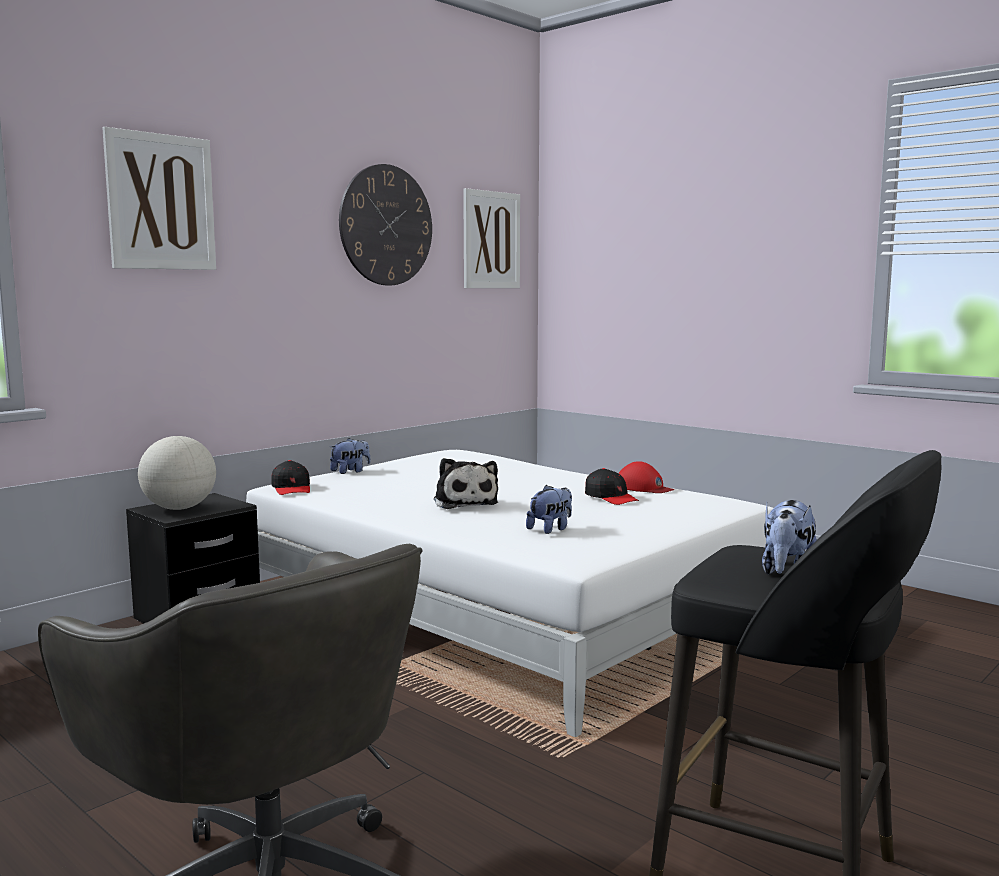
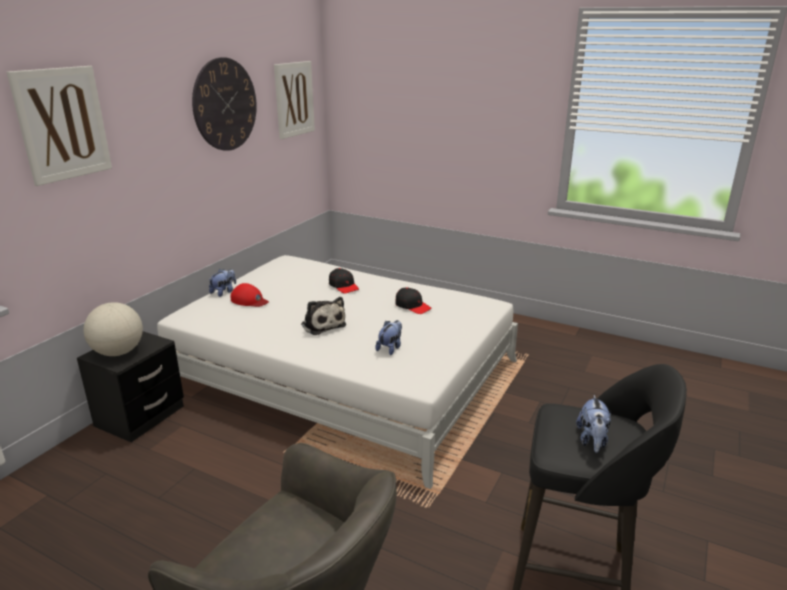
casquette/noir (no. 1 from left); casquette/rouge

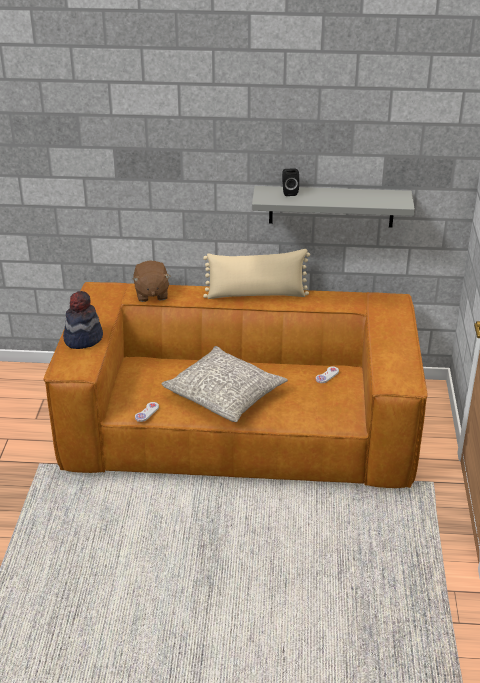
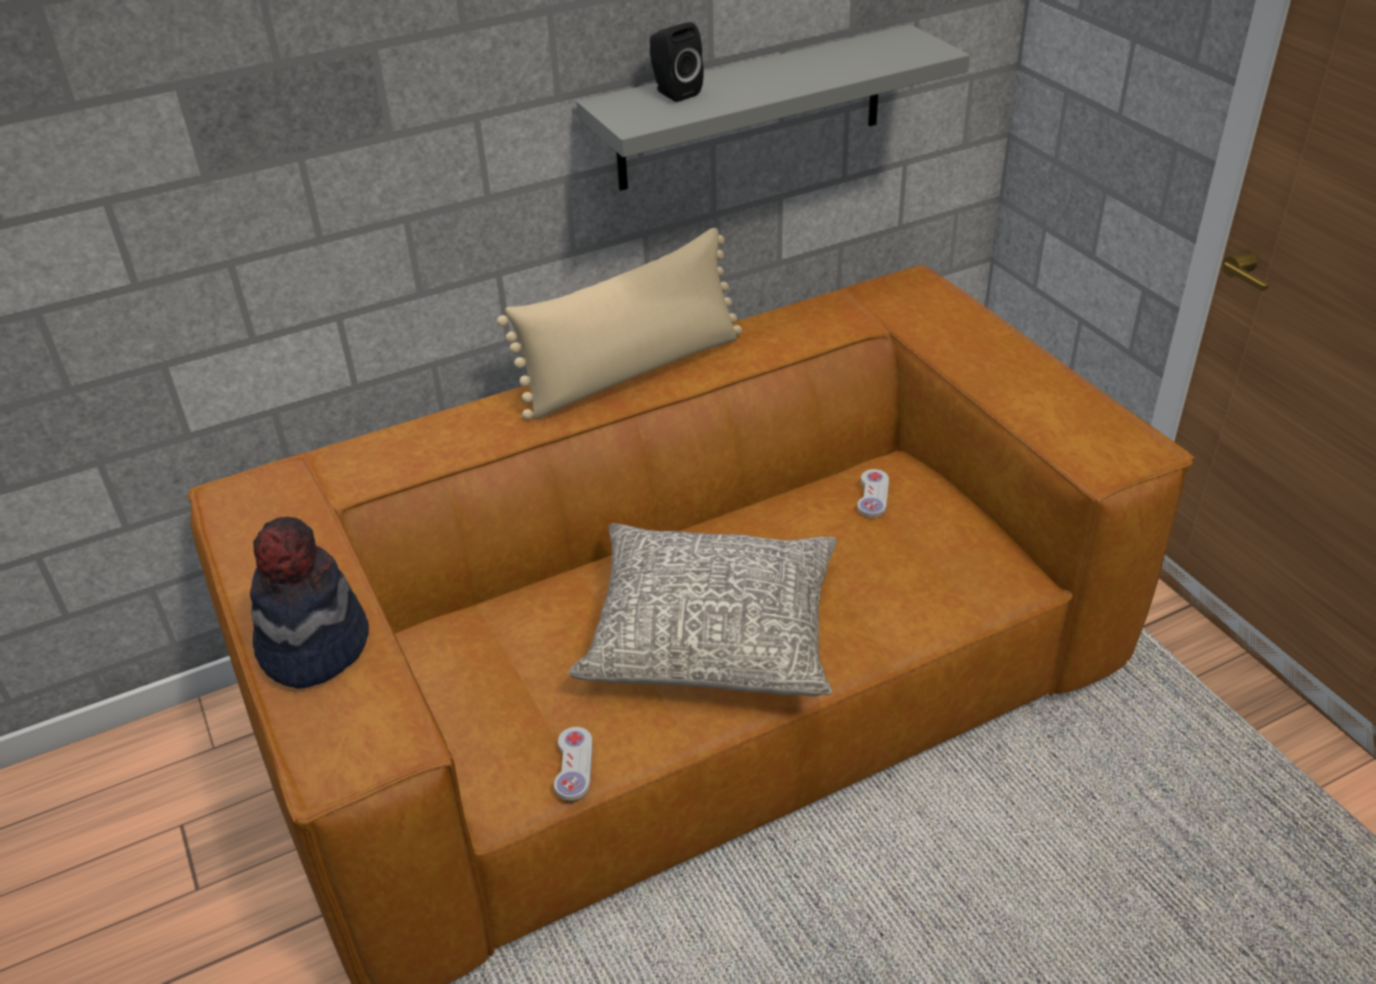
peluche/marron

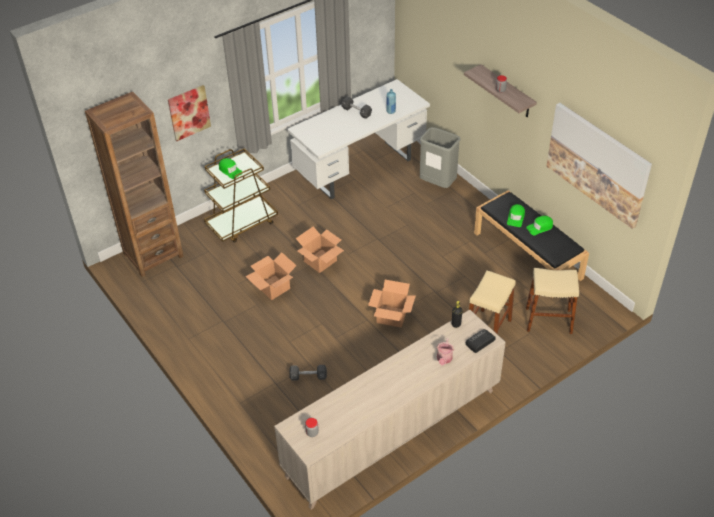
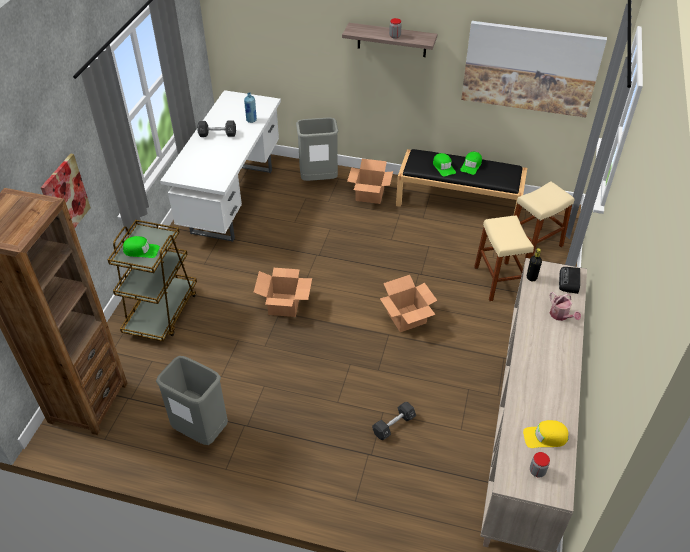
carton (no. 2 from left); poubelle/gris (no. 1 from left); casquette/jaune

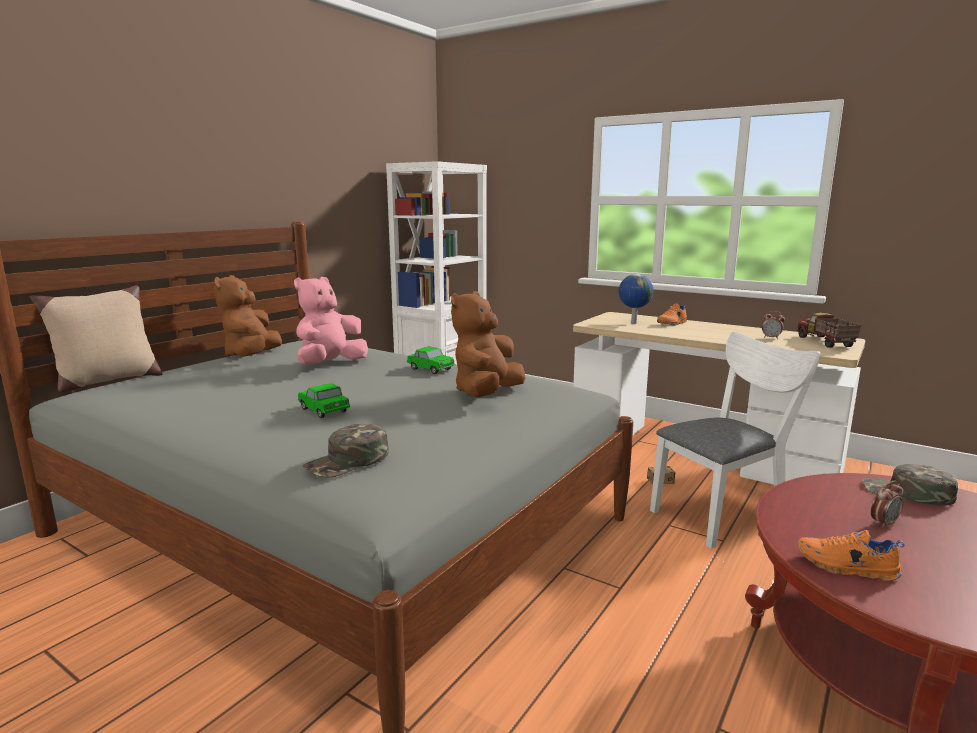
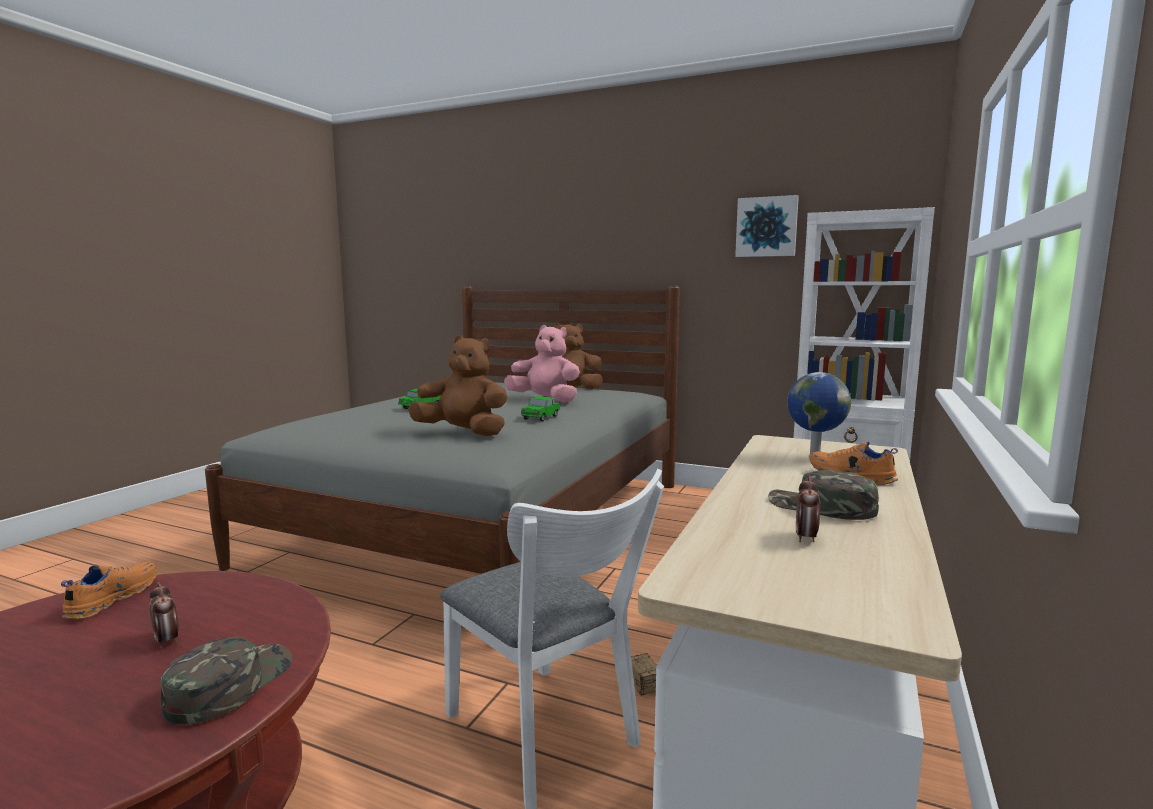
coussin/beige; casquette/vert (no. 2 from left); camion jouet; tableau

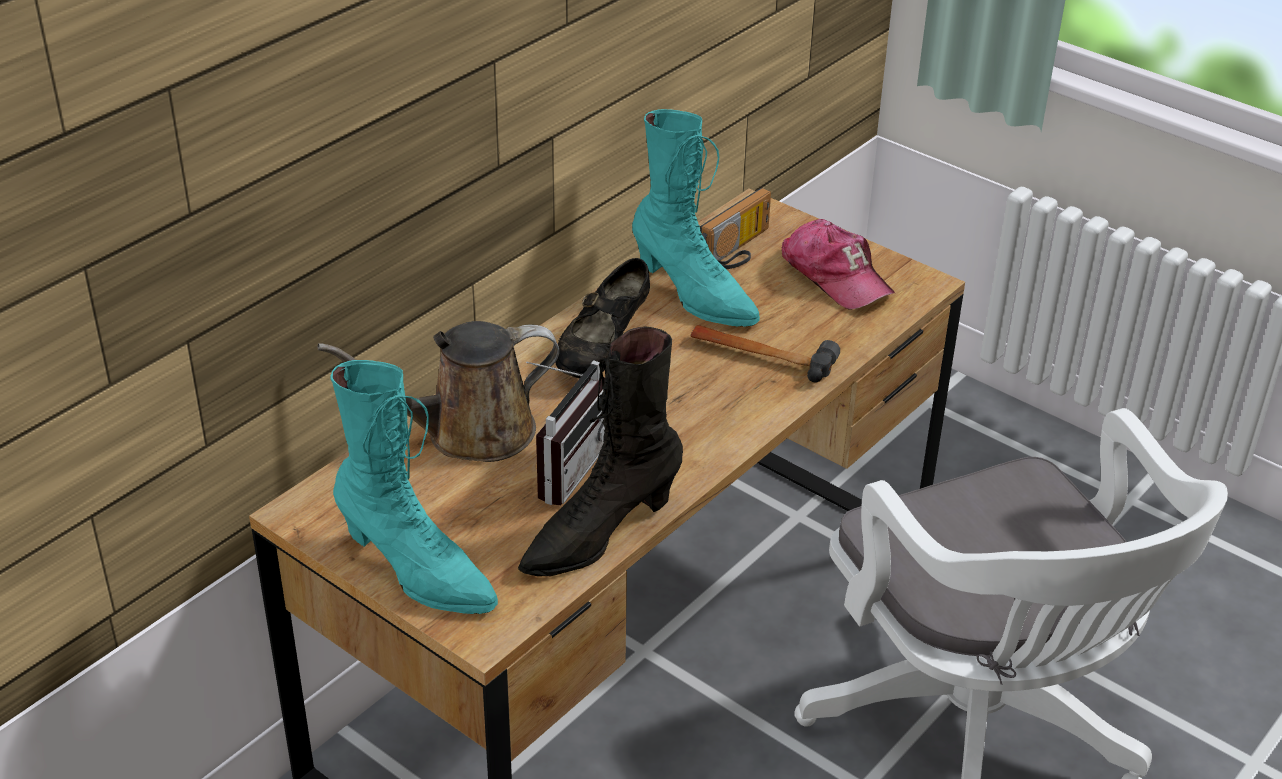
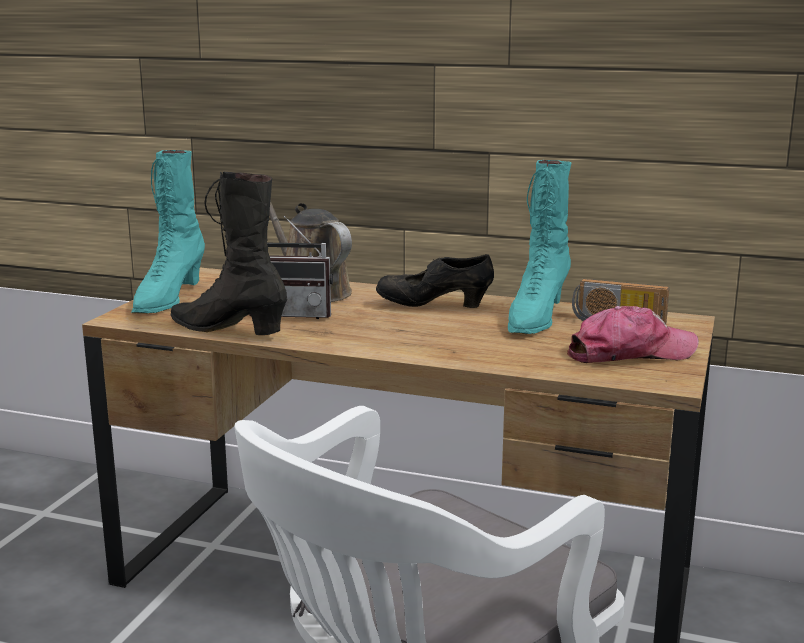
marteau; casquette

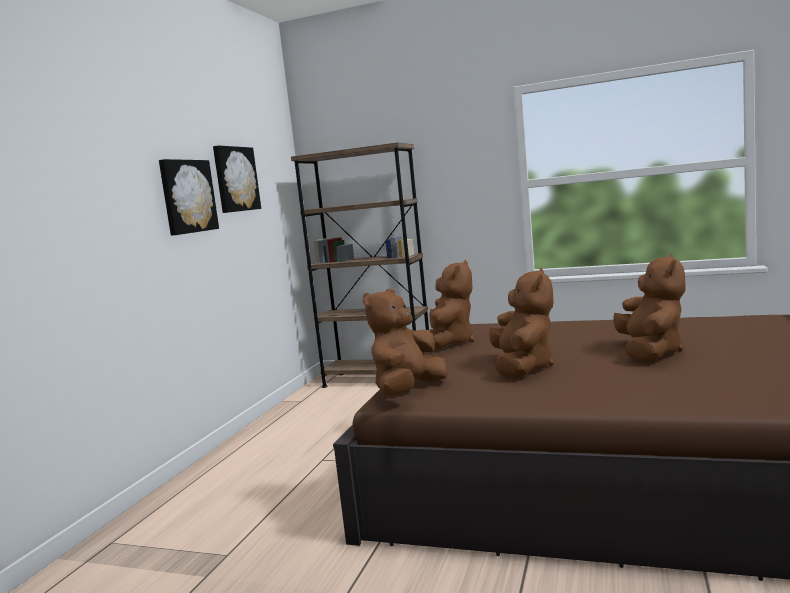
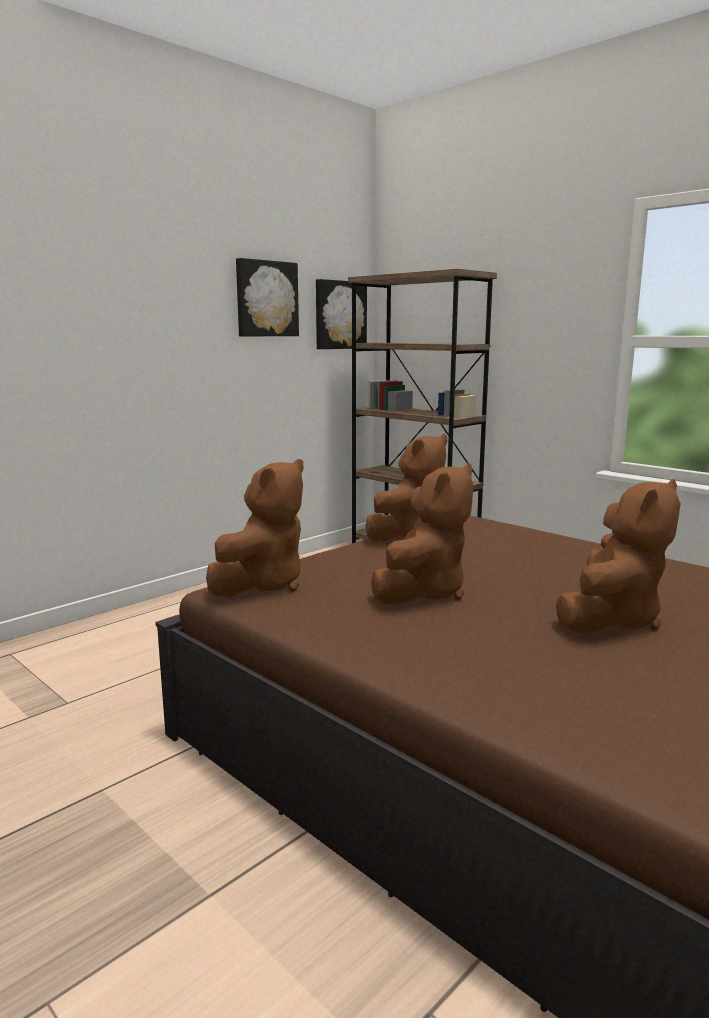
tableau (no. 2 from left); peluche/marron (no. 1 from left)

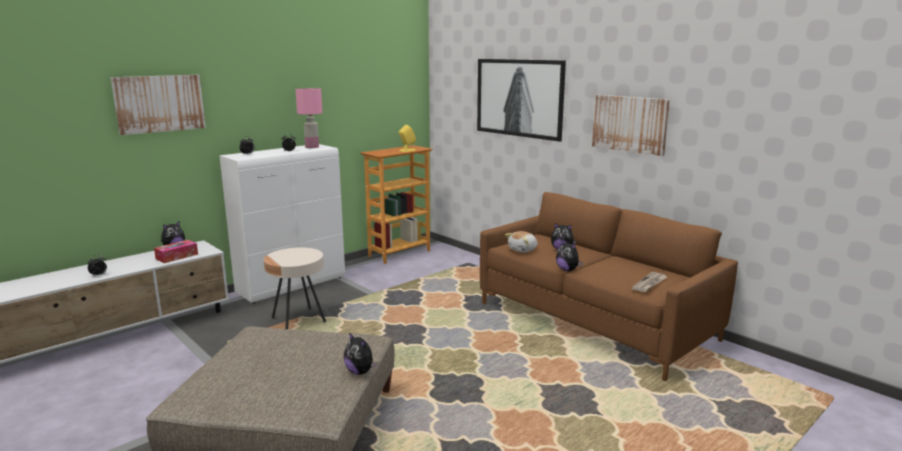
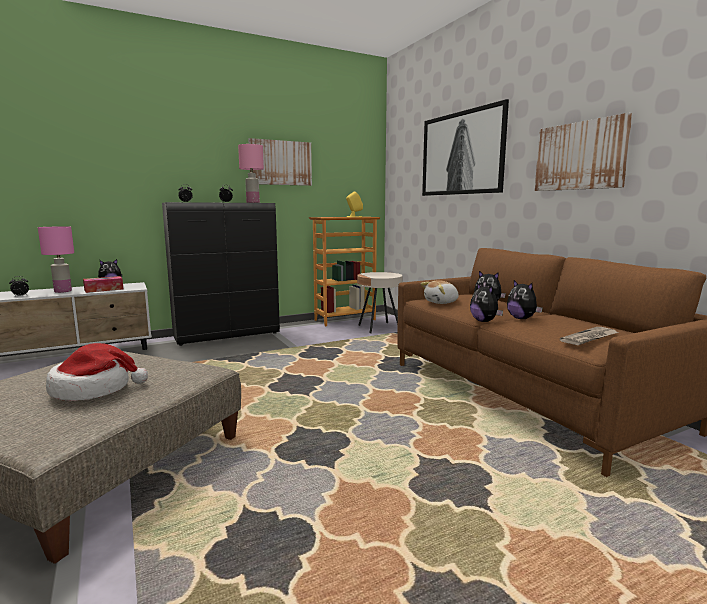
tableau (no. 1 from left); meuble de rangement/noir; table d'appoint/beige; peluche (no. 5 from left); lampe de table/rose (no. 1 from left); chapeau

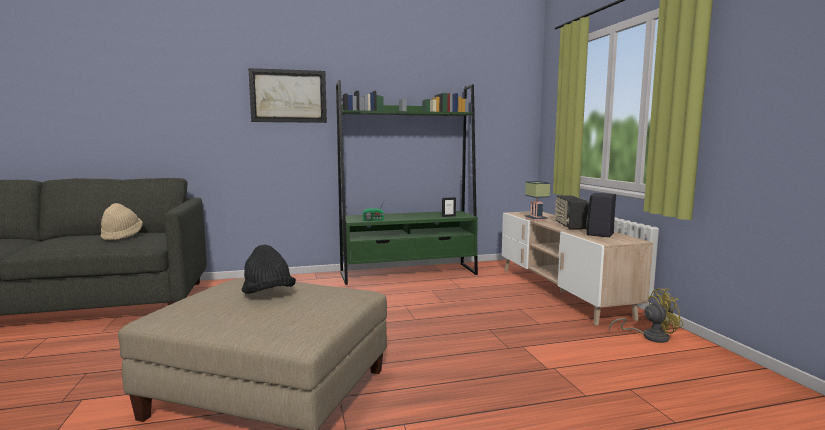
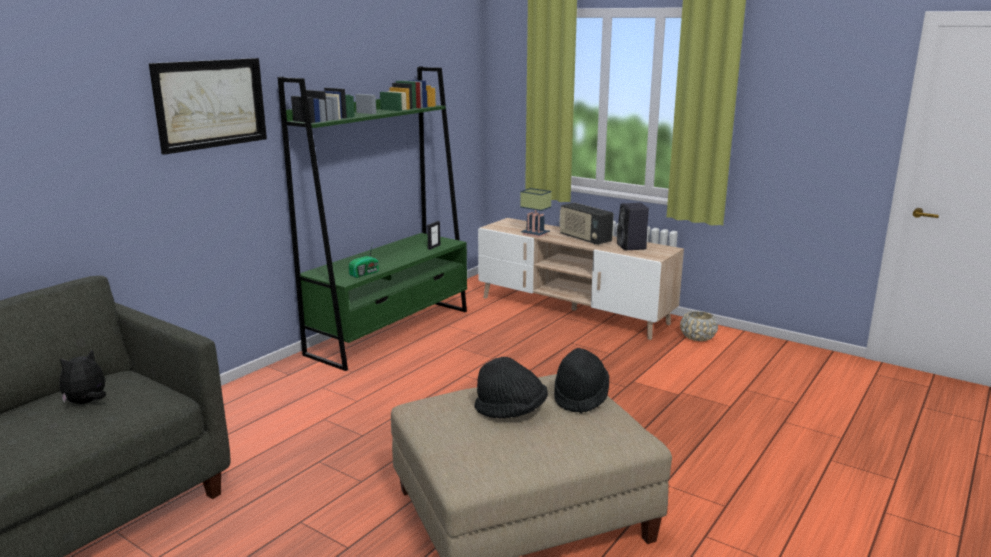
peluche; cache-pot/beige; chapeau/noir (no. 2 from left)

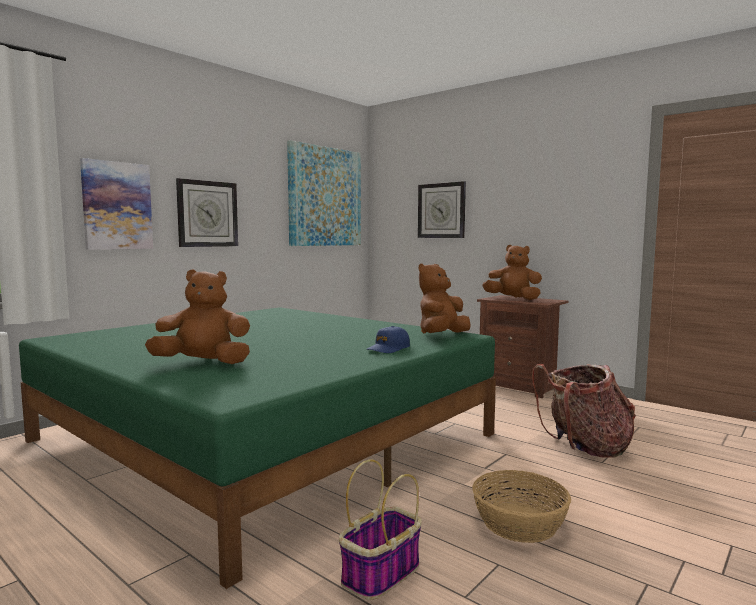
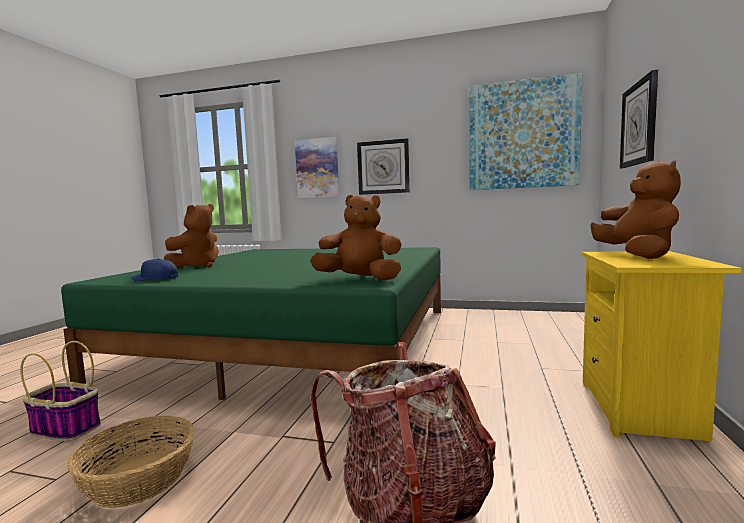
peluche/marron (no. 1 from left); casquette/bleu; table de chevet/jaune

